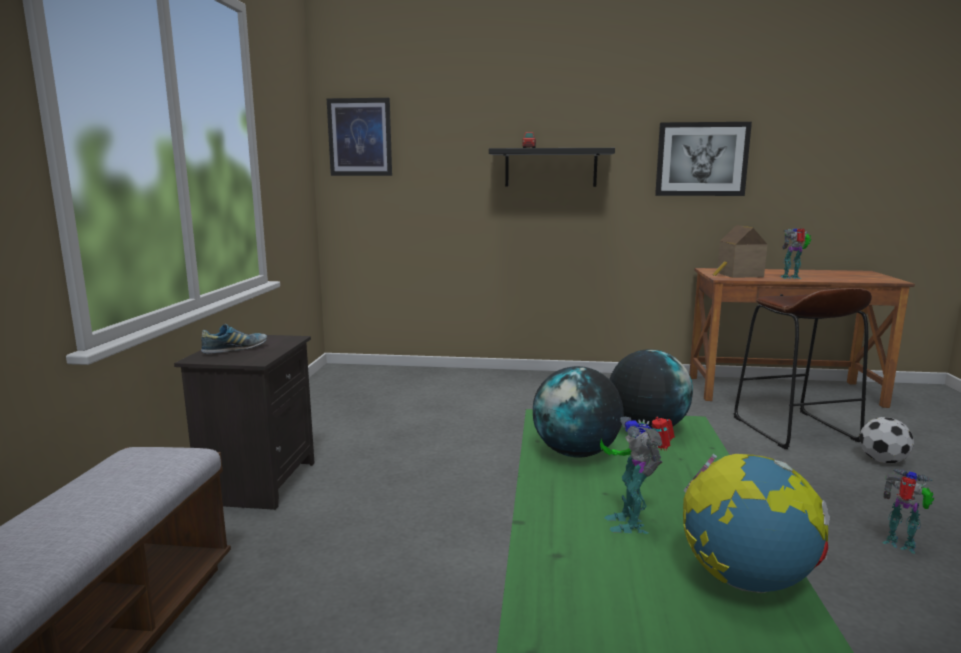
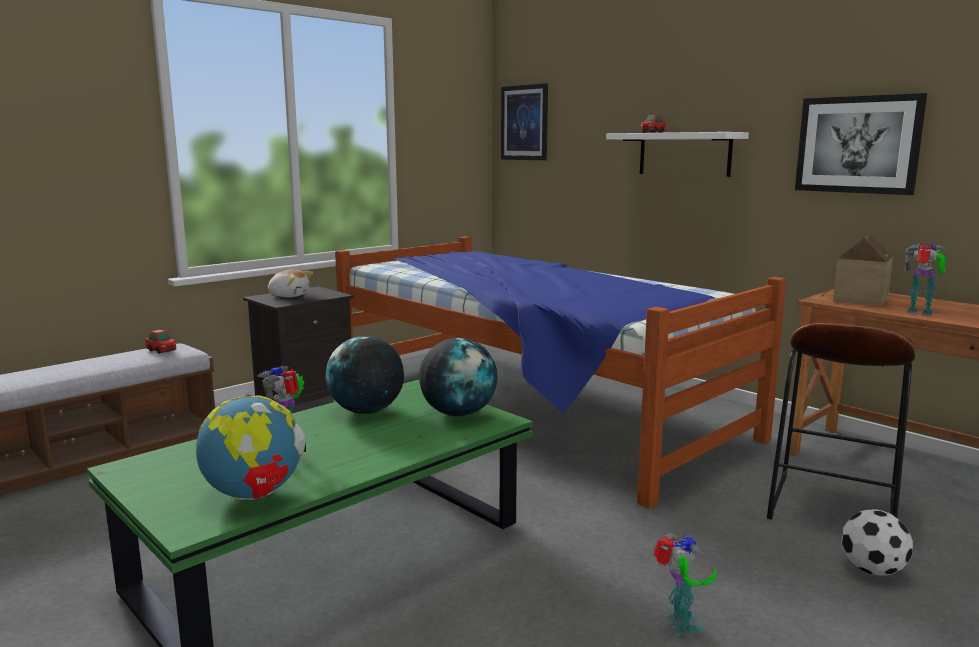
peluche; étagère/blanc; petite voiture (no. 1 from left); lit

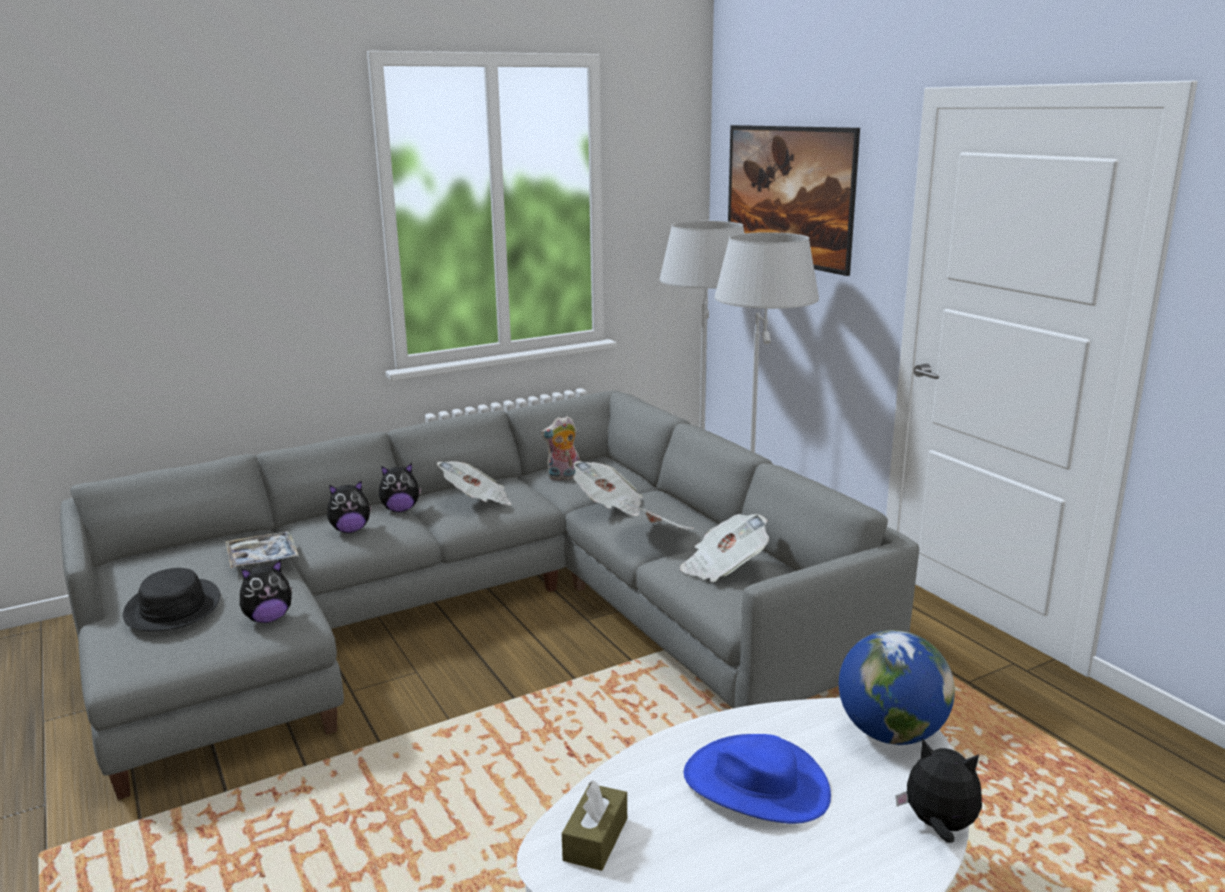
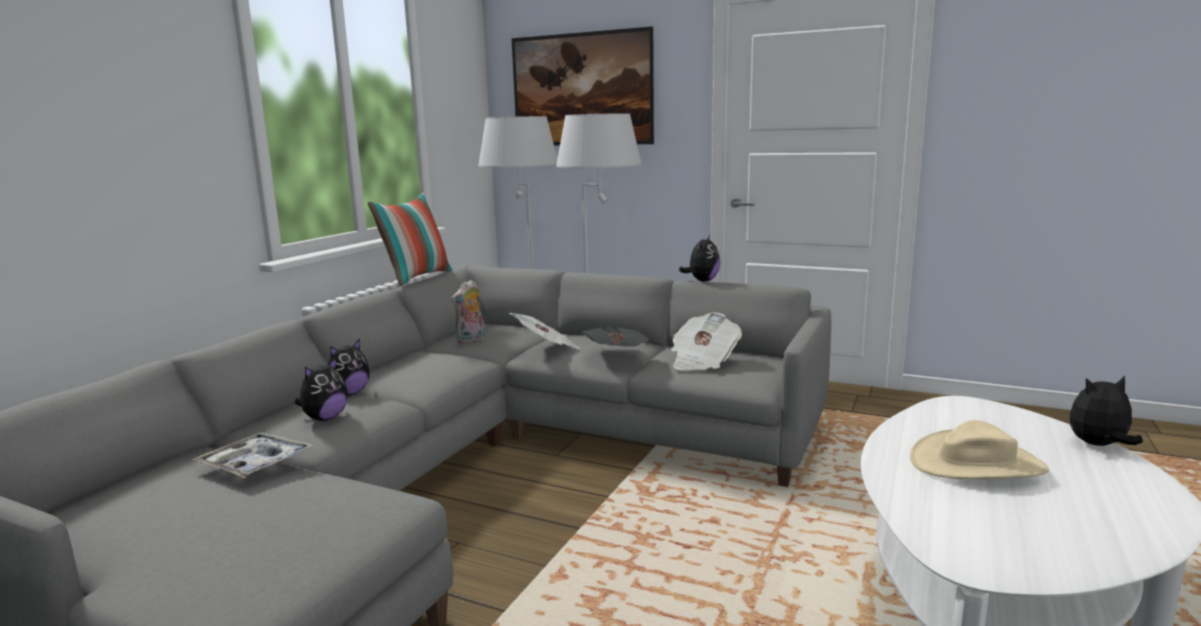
chapeau/noir; peluche (no. 4 from left); journal (no. 1 from left in the first image); boîte à mouchoirs/marron; chapeau/beige; globe; coussin

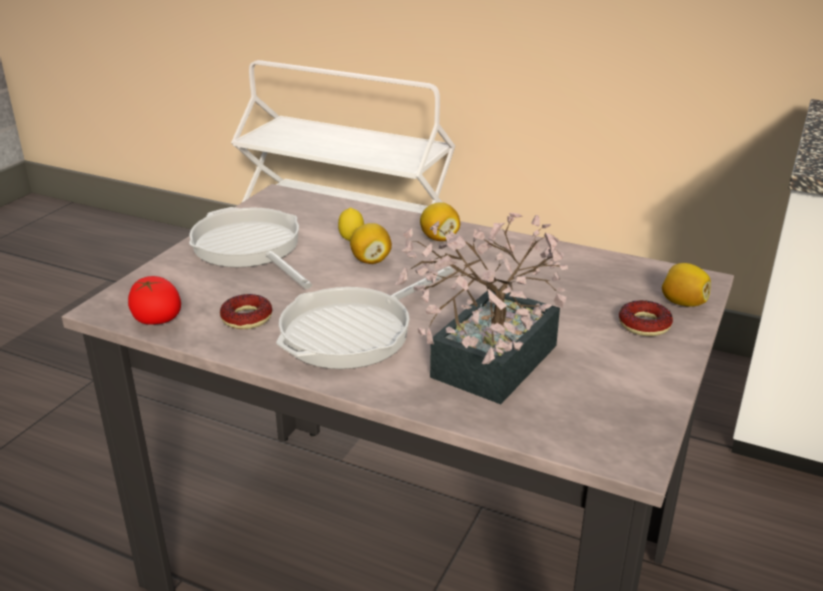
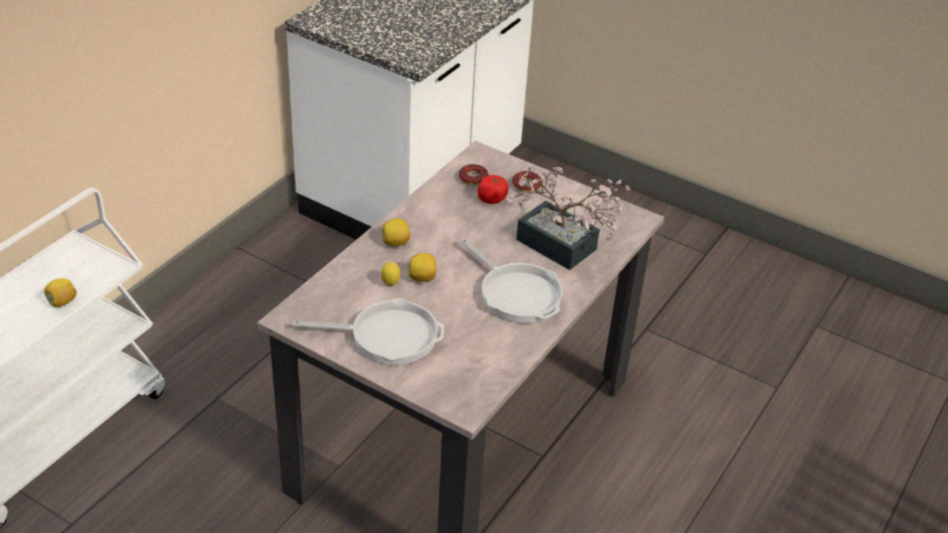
tomate; poêle (no. 1 from left); beignet (no. 1 from left); citron (no. 1 from left)

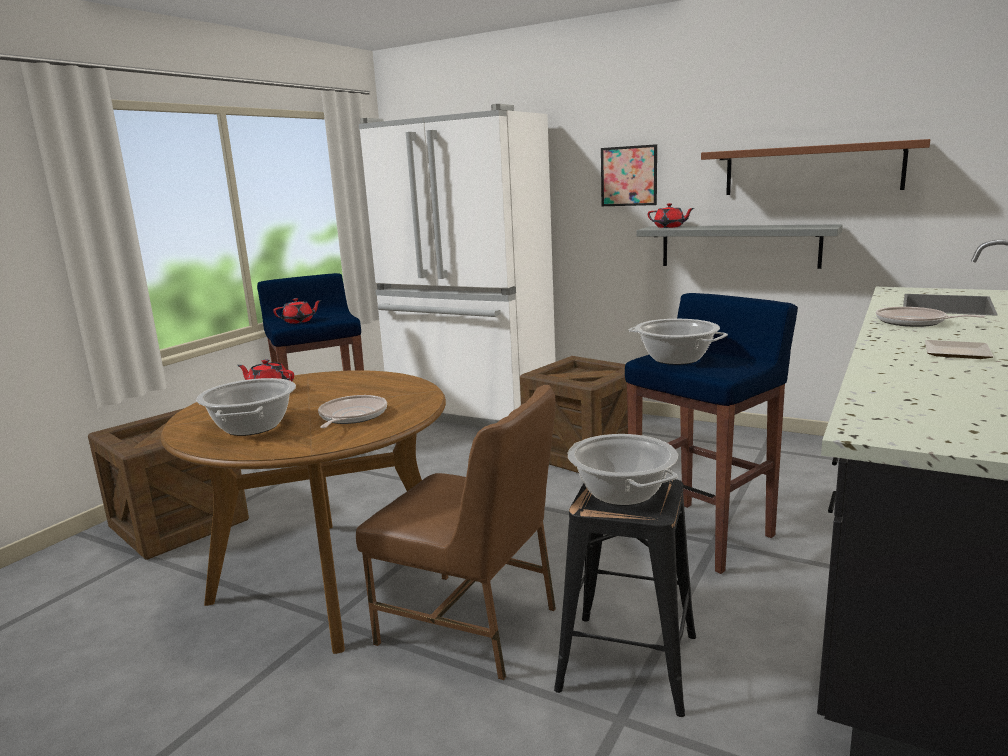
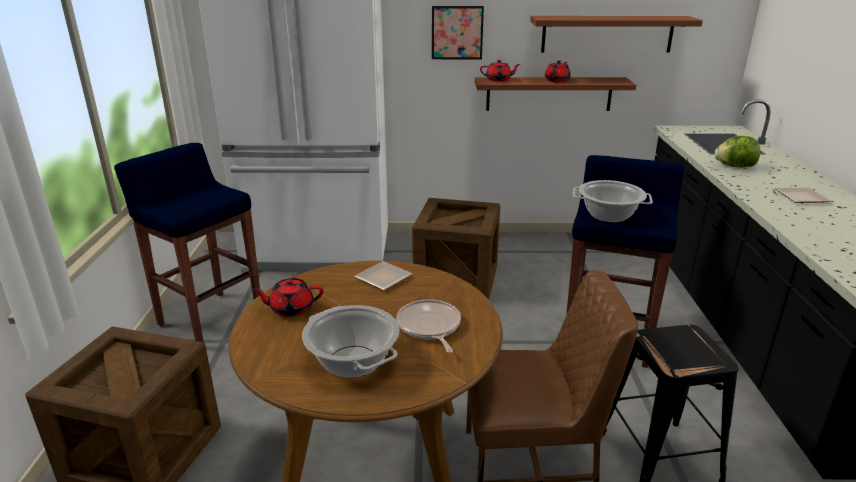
théière/rouge (no. 3 from left); marmite (no. 2 from left in the first image); étagère/marron (no. 1 from left); laitue; assiette (no. 1 from left)

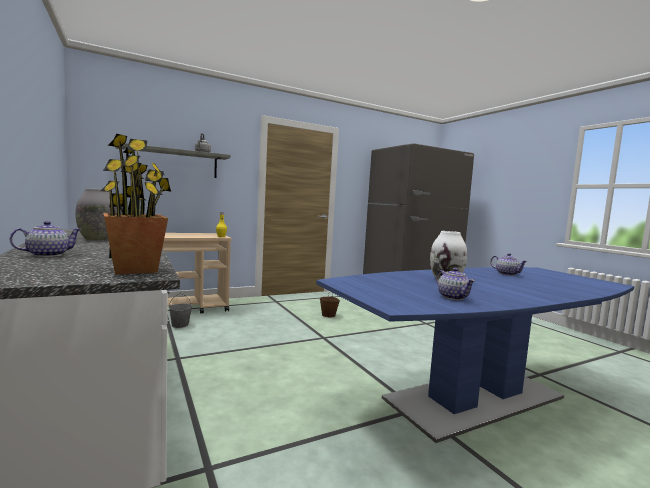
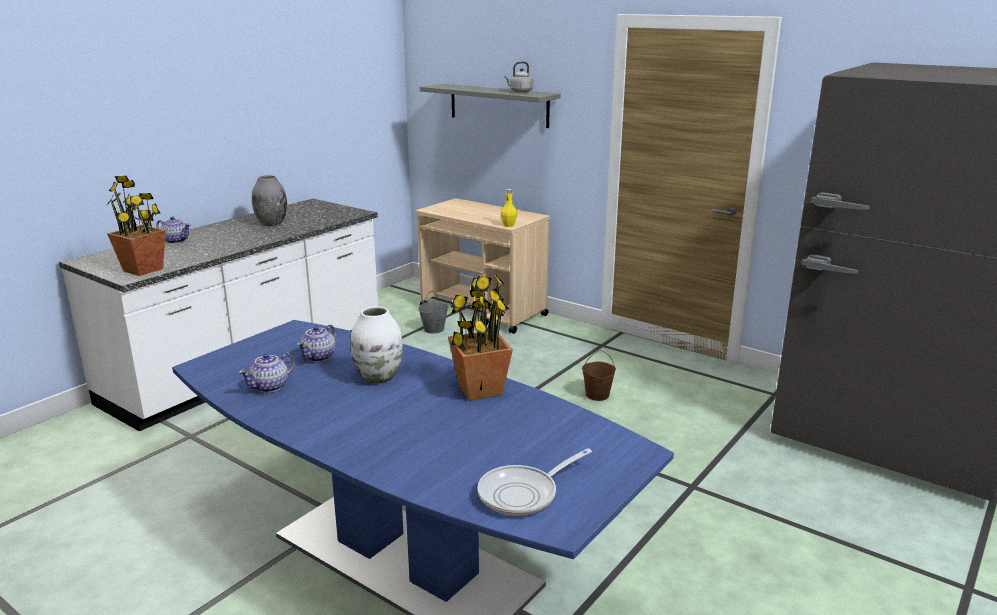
théière (no. 3 from left); plante en pot (no. 2 from left); poêle

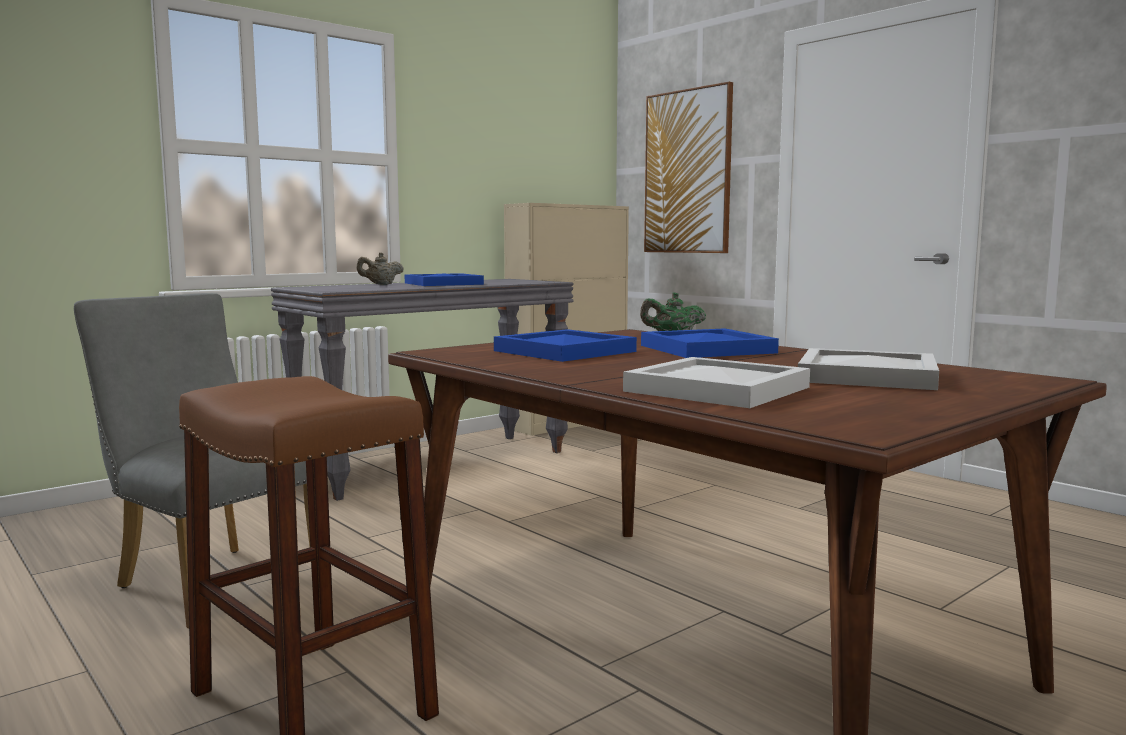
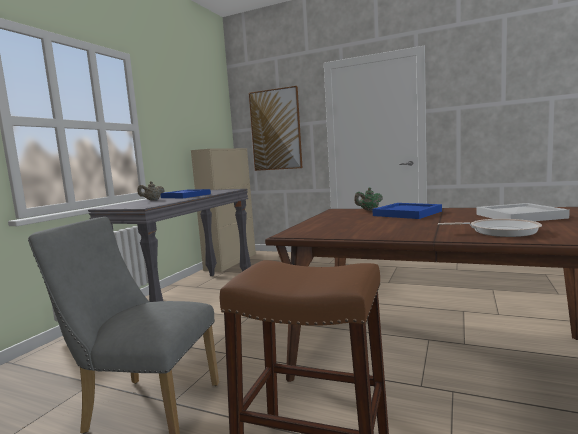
plateau/bleu (no. 2 from left in the first image); poêle

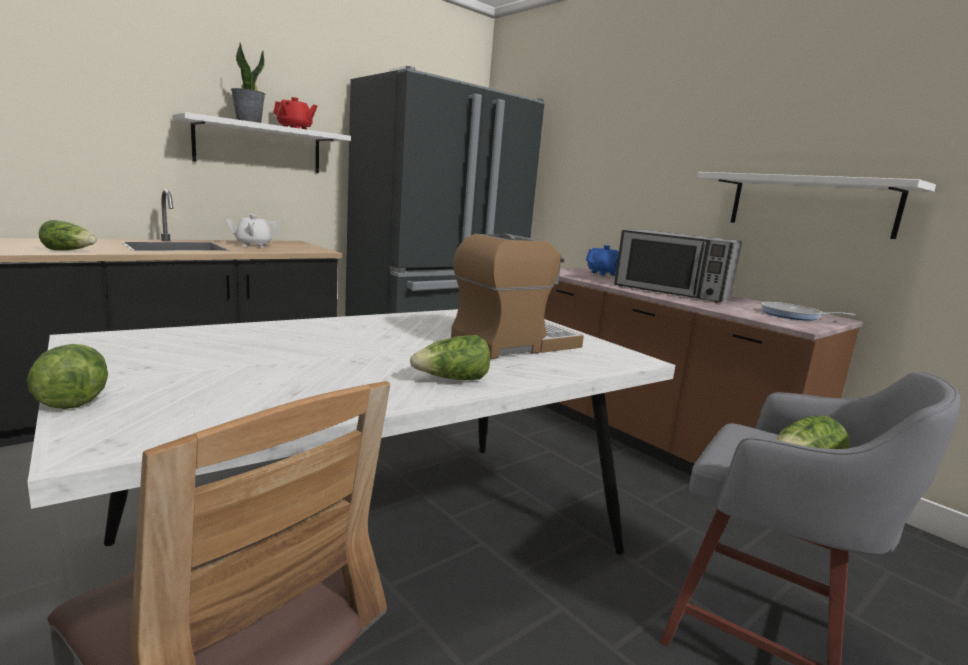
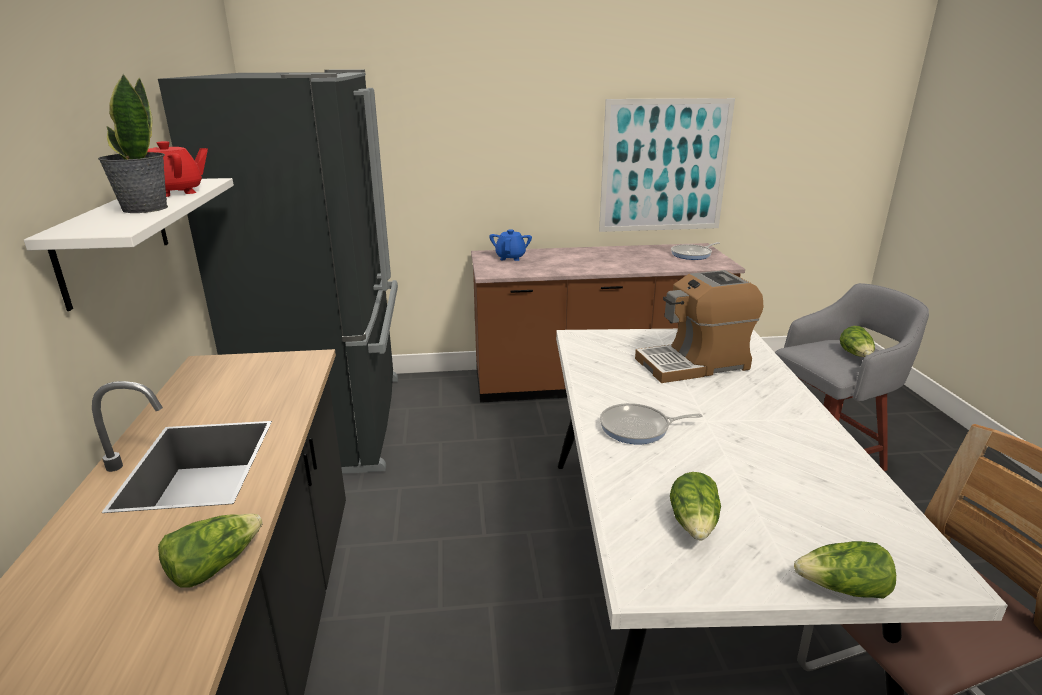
théière/blanc; laitue (no. 2 from left); machine à café; micro-ondes; tableau; poêle (no. 1 from left)

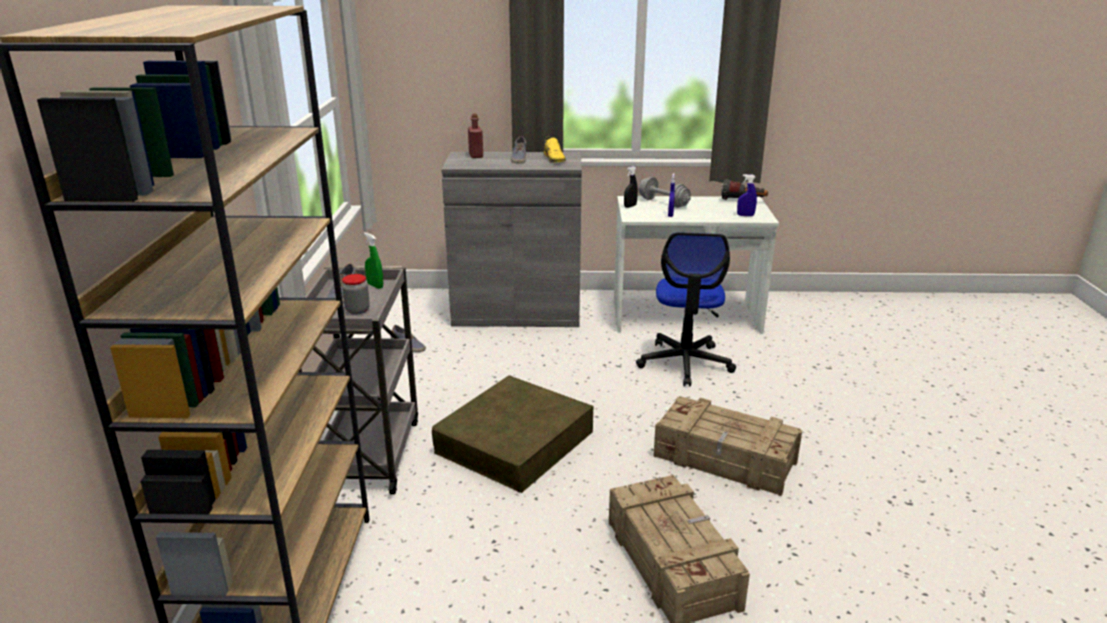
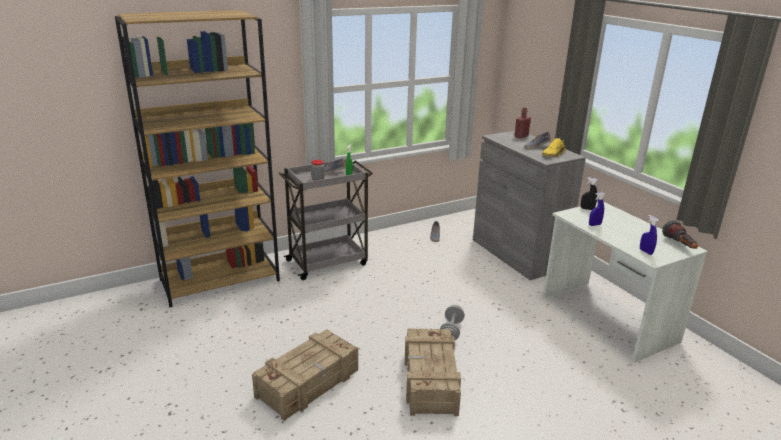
boîte de rangement/marron; chaise de bureau; haltère/gris

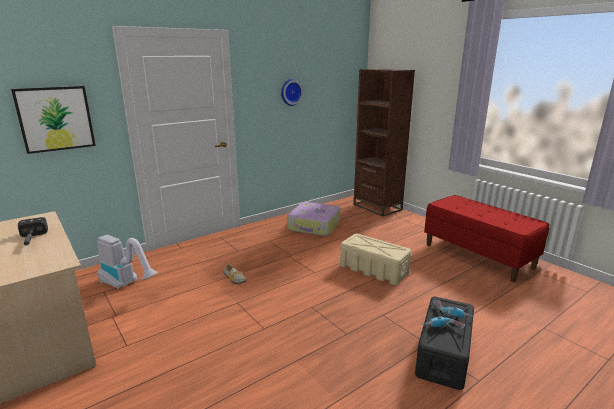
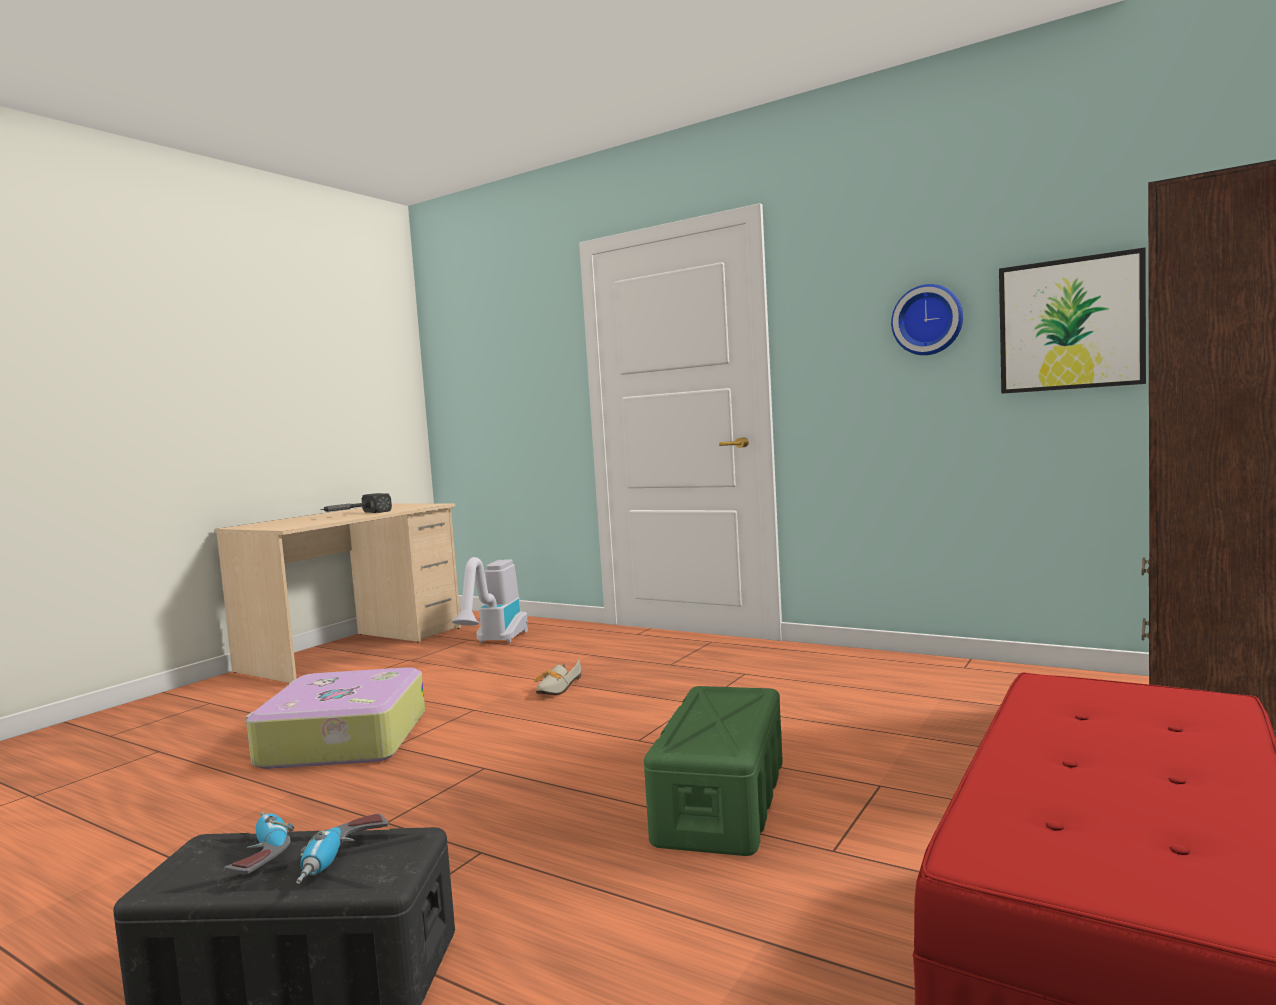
tableau; valise; boîte de rangement/vert

